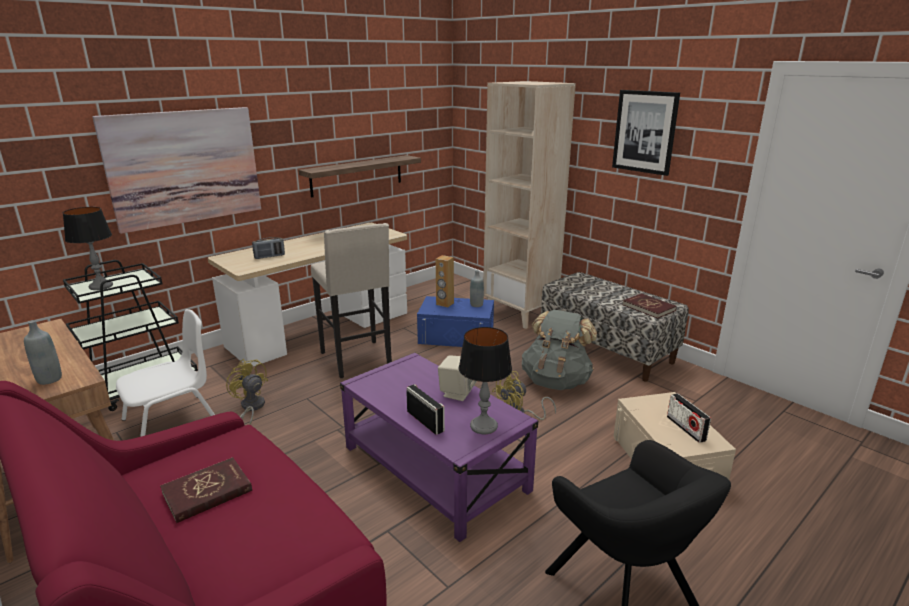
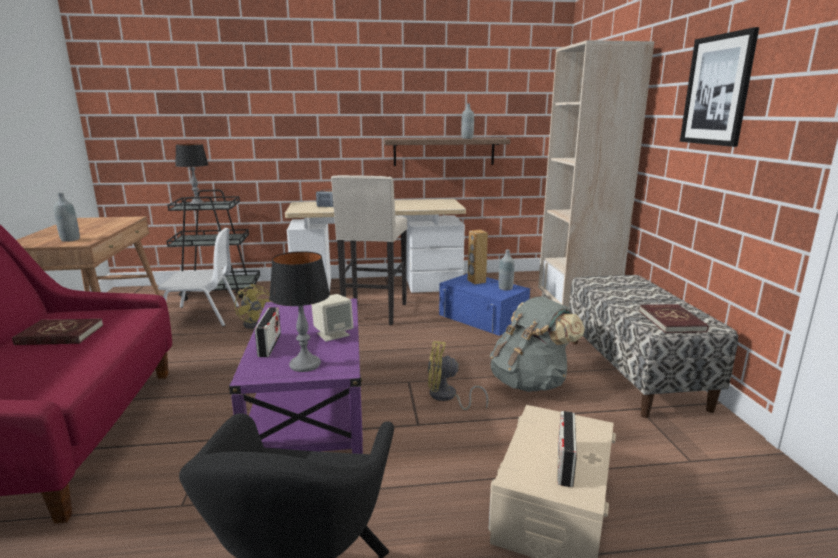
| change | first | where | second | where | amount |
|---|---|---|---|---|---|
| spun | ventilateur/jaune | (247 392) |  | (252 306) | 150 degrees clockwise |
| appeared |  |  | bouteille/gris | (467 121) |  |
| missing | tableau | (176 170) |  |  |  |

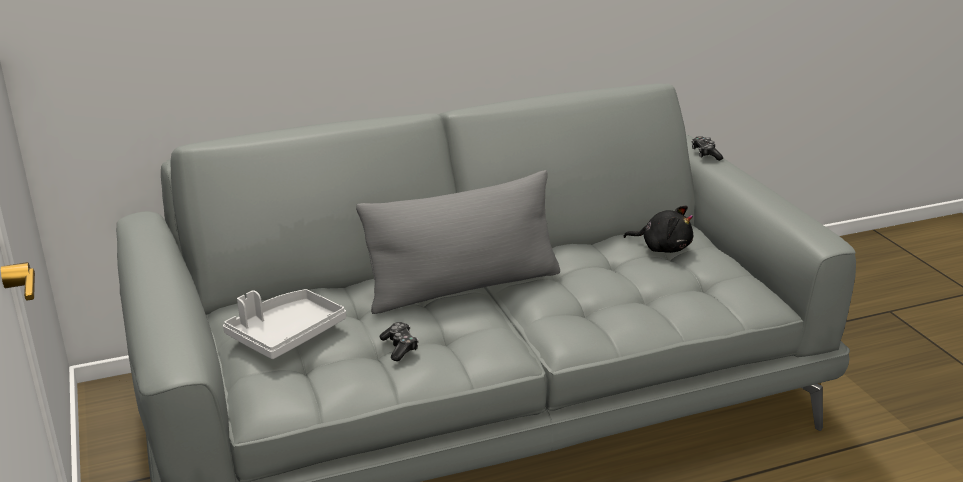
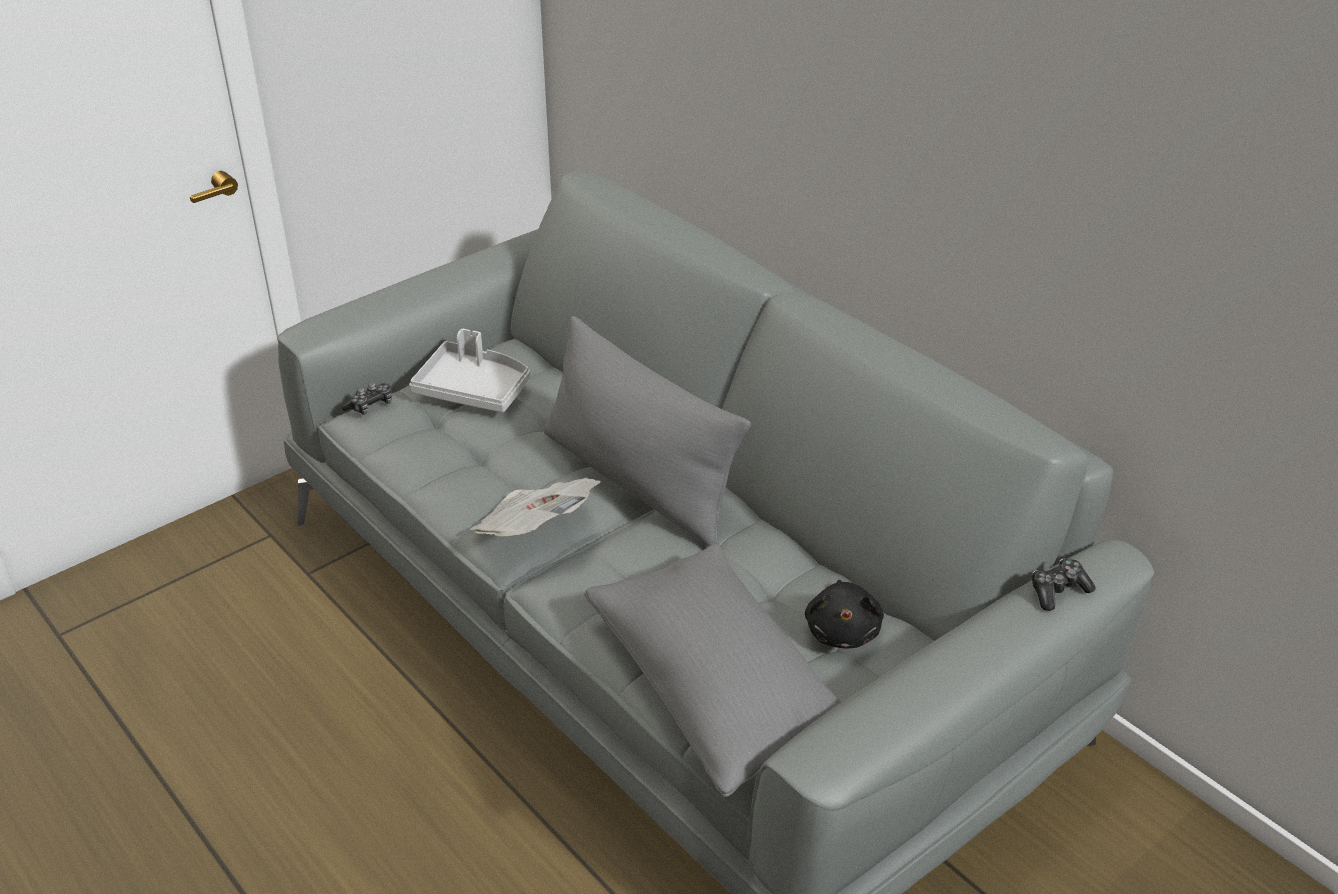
| change | first | where | second | where | amount |
|---|---|---|---|---|---|
| relocated | manette | (399 341) |  | (366 399) |  |
| appeared |  |  | journal | (535 507) |  |
| appeared |  |  | coussin/gris | (712 671) |  |

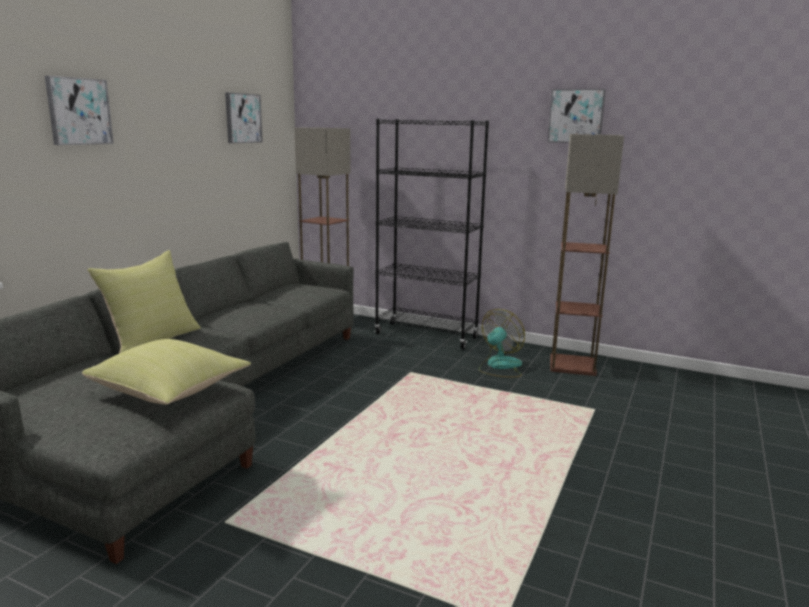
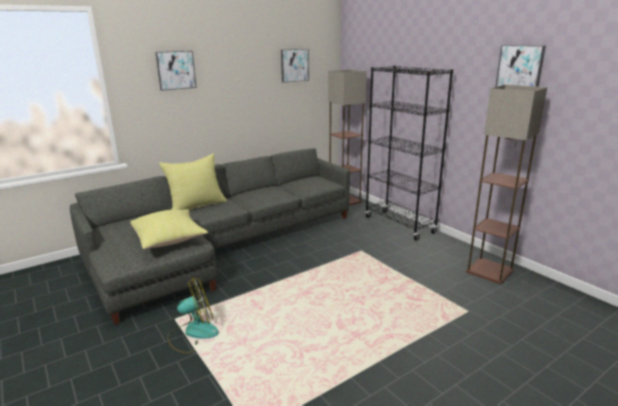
| change | first | where | second | where | amount |
|---|---|---|---|---|---|
| relocated | ventilateur | (502 343) |  | (193 316) |  |

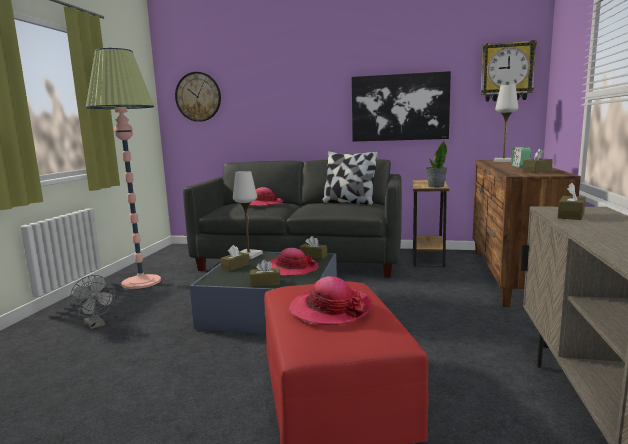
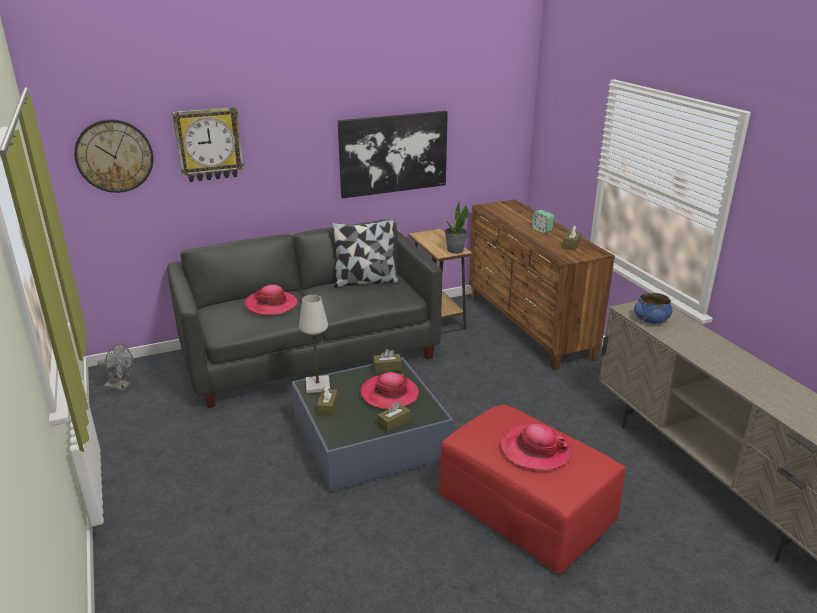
| change | first | where | second | where | amount |
|---|---|---|---|---|---|
| relocated | ventilateur/gris | (92 302) |  | (115 367) |  |
| relocated | horloge murale | (509 71) |  | (208 144) |  |
| exchanged | boîte à mouchoirs/marron | (571 201) | bol/bleu | (653 308) |  |
| missing | lampadaire | (123 168) |  |  |  |
| missing | lampe de table/blanc | (506 123) |  |  |  |

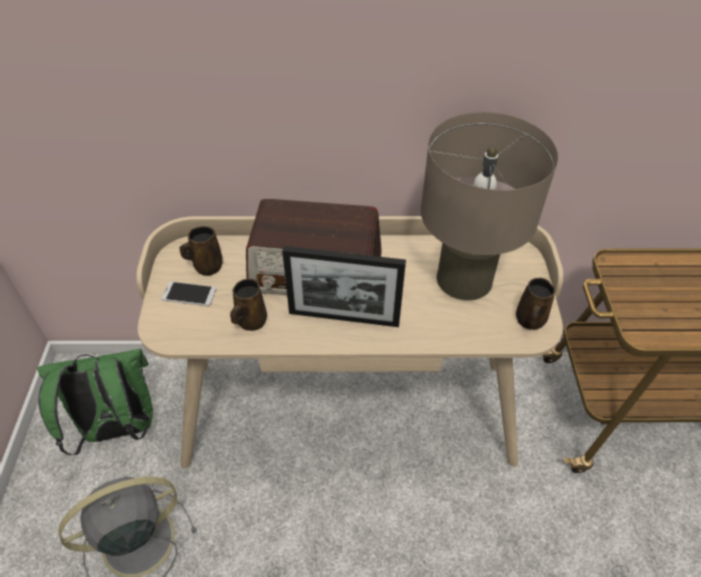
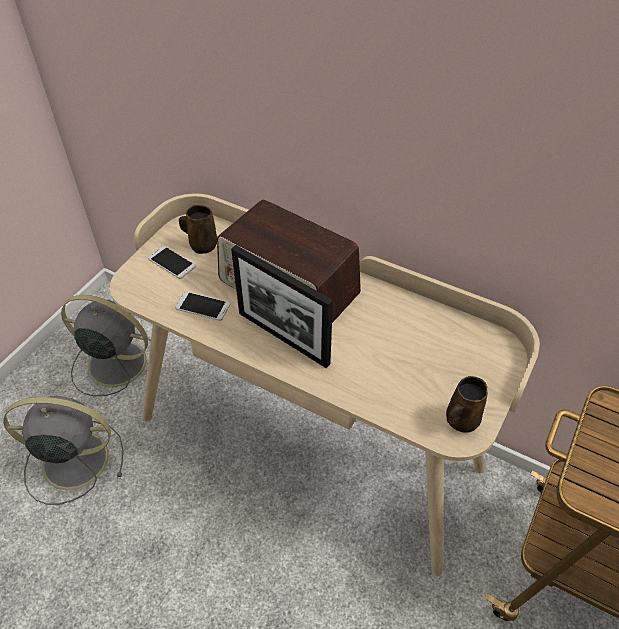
| change | first | where | second | where | amount |
|---|---|---|---|---|---|
| exchanged | sac à dos/vert | (95 402) | ventilateur/gris | (106 345) |  |
| exchanged | mug/marron | (248 305) | téléphone | (202 306) |  |
| missing | lampe de table/beige | (489 206) |  |  |  |

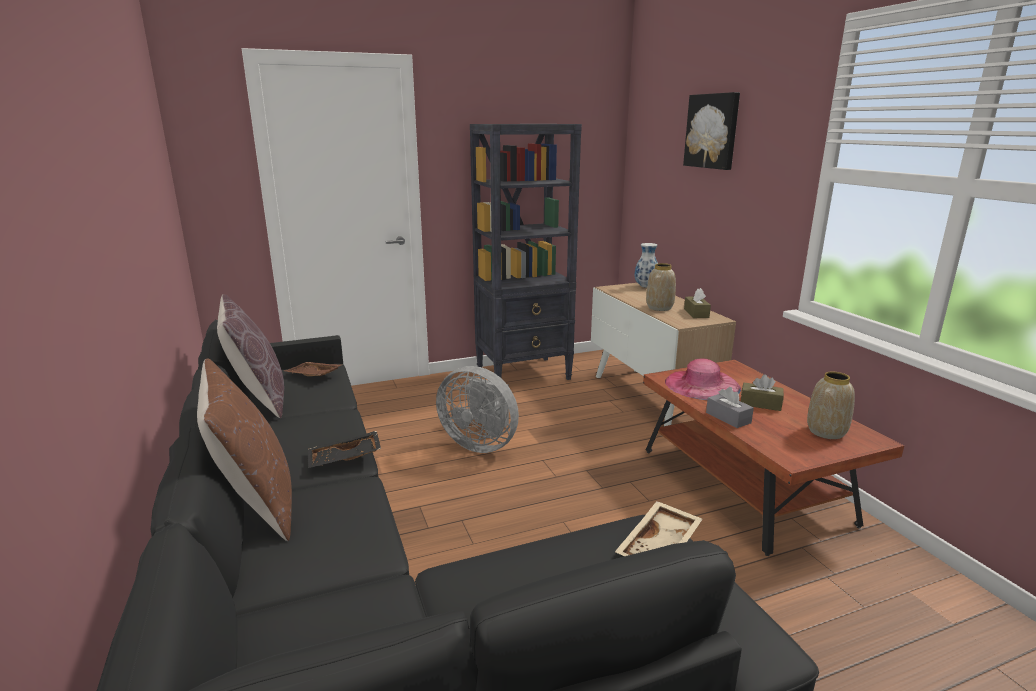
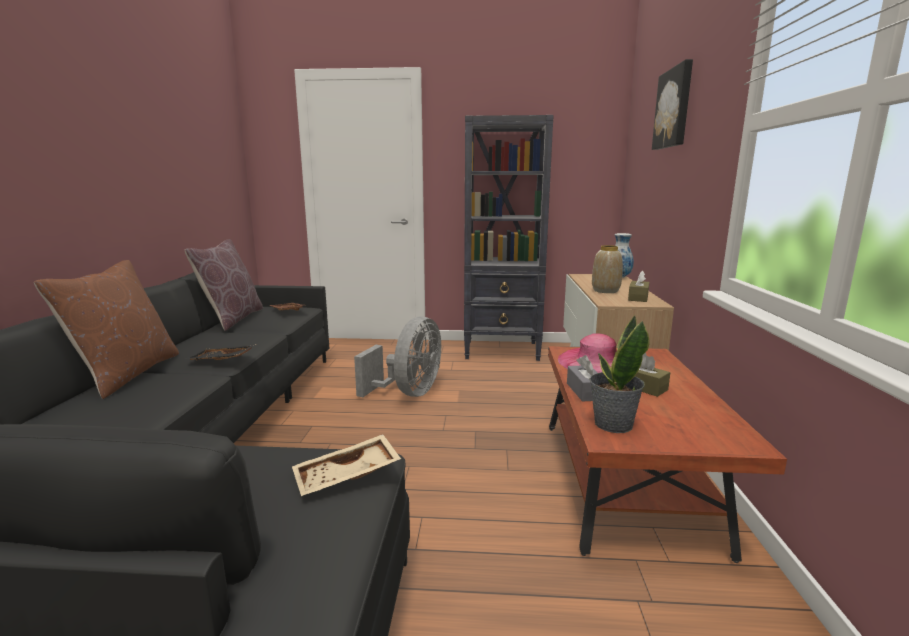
| change | first | where | second | where | amount |
|---|---|---|---|---|---|
| spun | ventilateur/gris | (477 409) |  | (397 357) | 120 degrees counterclockwise |
| appeared |  |  | plante en pot | (620 374) |  |
| missing | vase | (831 405) |  |  |  |

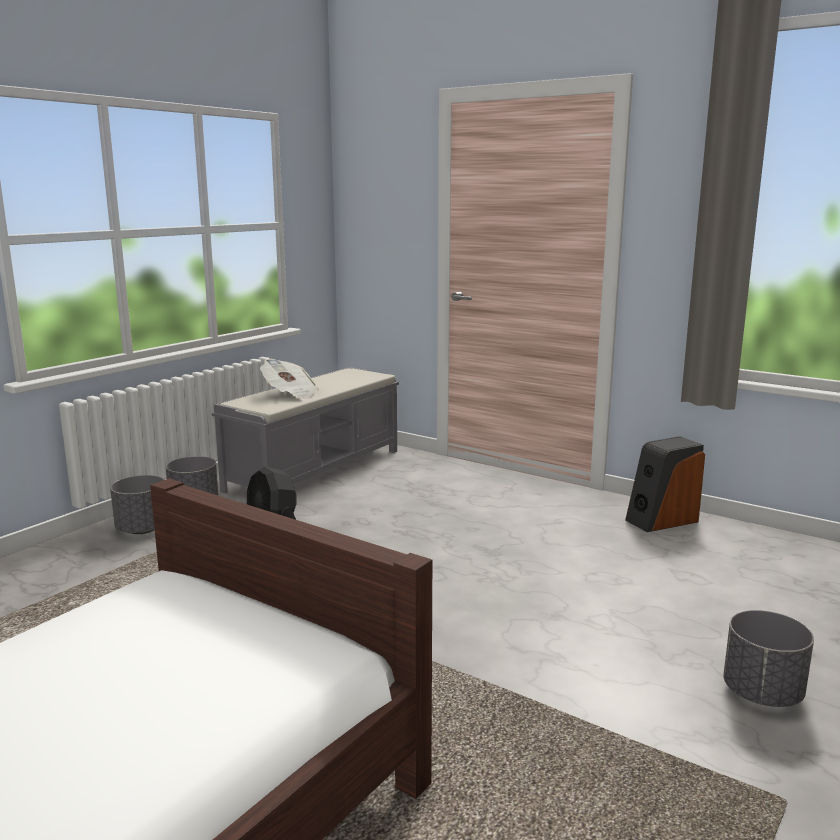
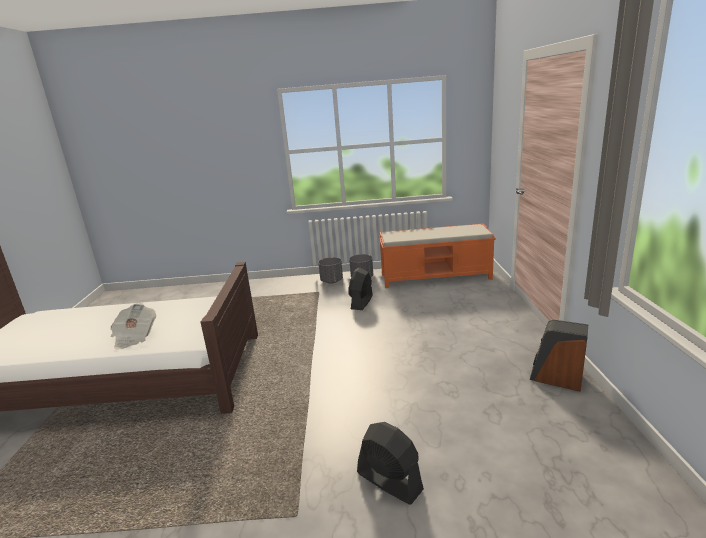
| change | first | where | second | where | amount |
|---|---|---|---|---|---|
| relocated | journal | (289 379) |  | (133 326) |  |
| exchanged | cache-pot/gris | (768 658) | ventilateur/noir | (390 463) |  |
| colour | banc/gris | (305 430) | banc/orange | (437 256) |  |

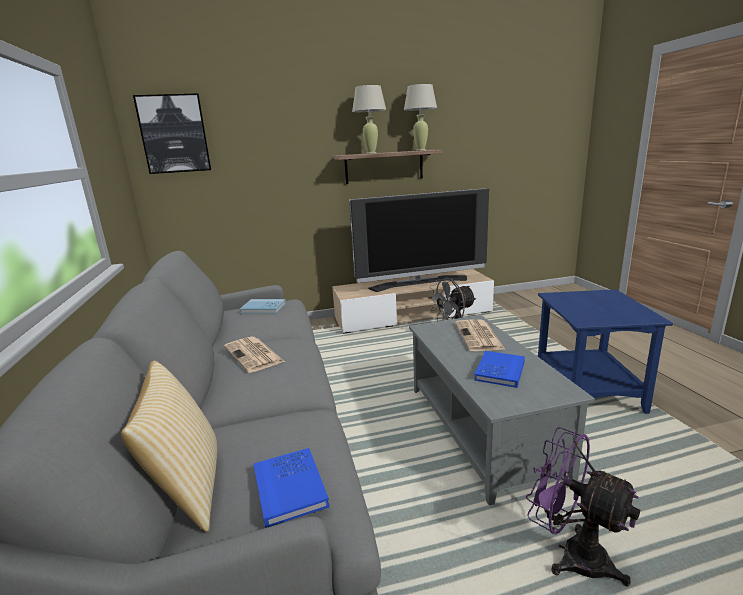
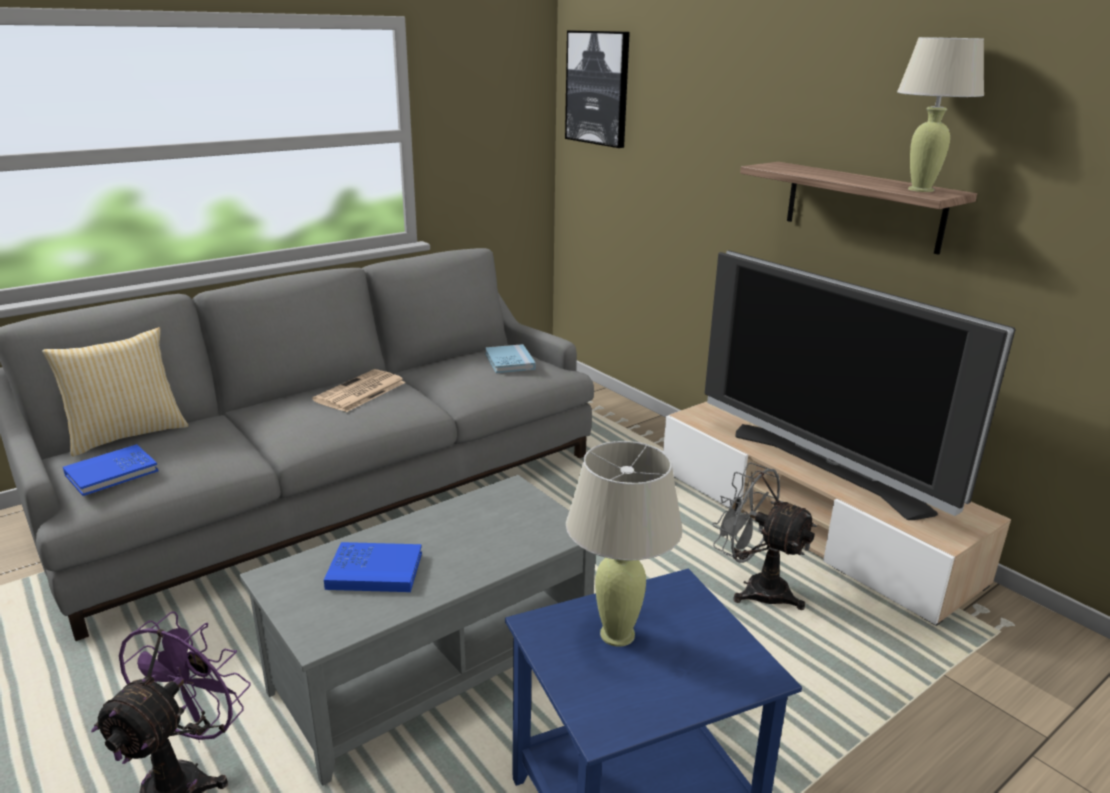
| change | first | where | second | where | amount |
|---|---|---|---|---|---|
| relocated | lampe de table/beige | (369 119) |  | (624 544) |  |
| missing | journal | (480 335) |  |  |  |

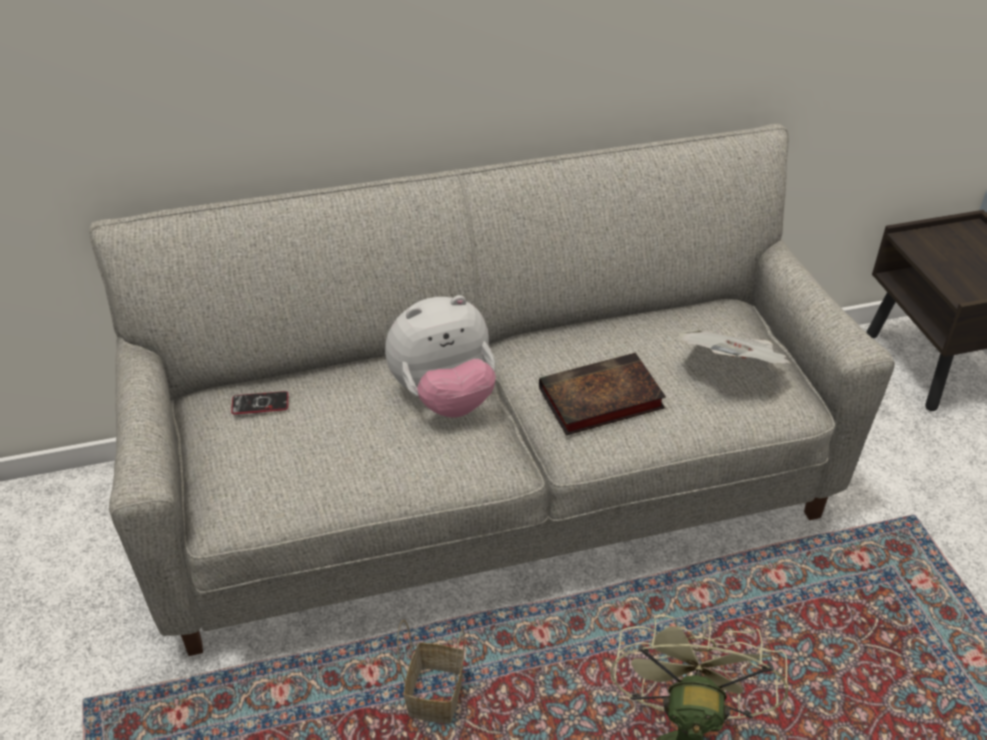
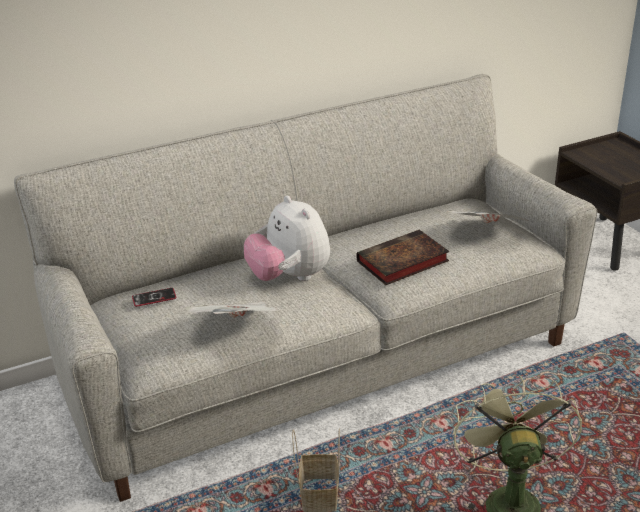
| change | first | where | second | where | amount |
|---|---|---|---|---|---|
| appeared |  |  | journal | (233 310) |  |
| spun | peluche | (440 356) |  | (287 238) | 90 degrees clockwise |

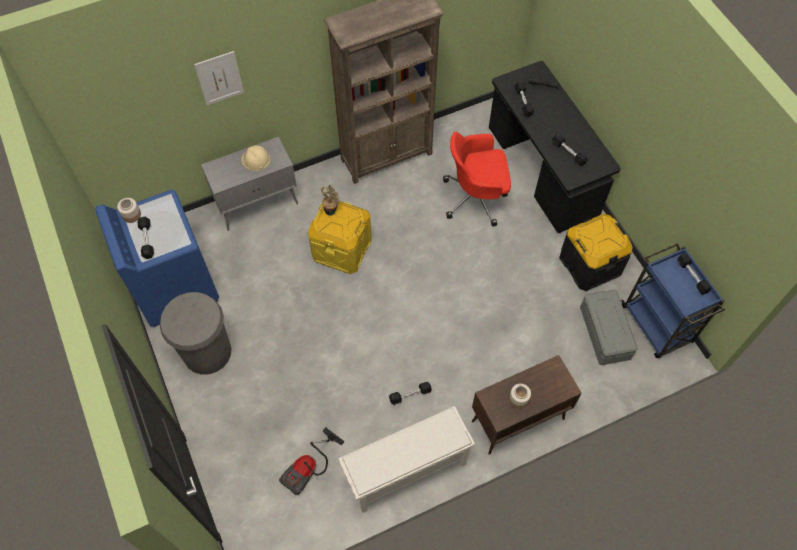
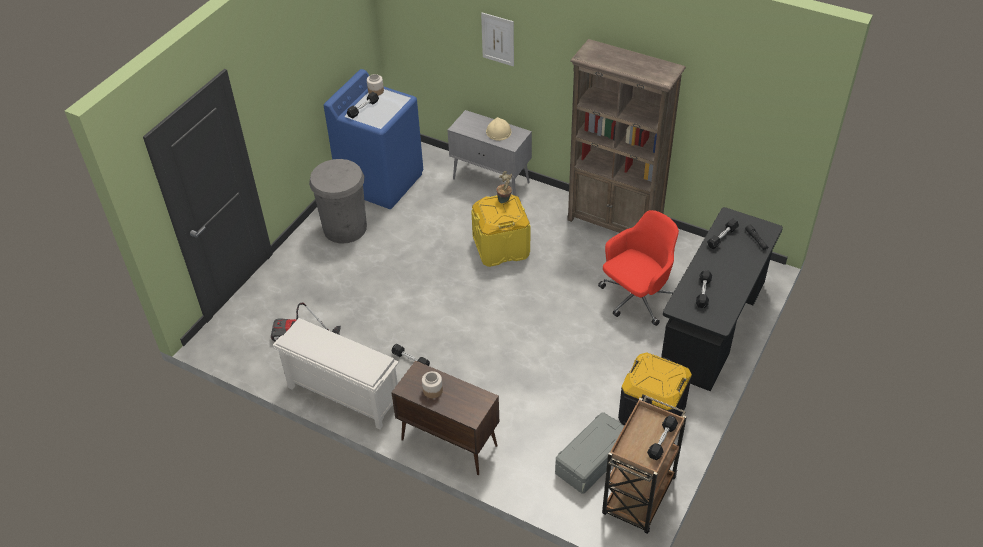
| change | first | where | second | where | amount |
|---|---|---|---|---|---|
| spun | chaise de bureau/rouge | (477 179) |  | (638 268) | 90 degrees clockwise |
| colour | chariot/bleu | (673 301) | chariot/marron | (644 464) |  |

